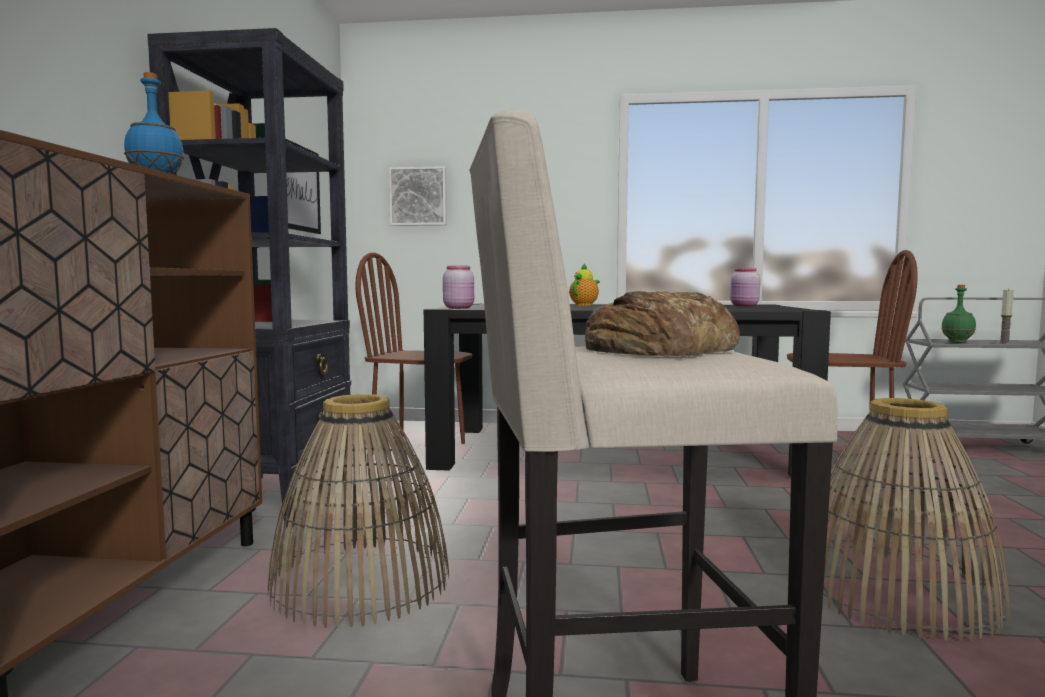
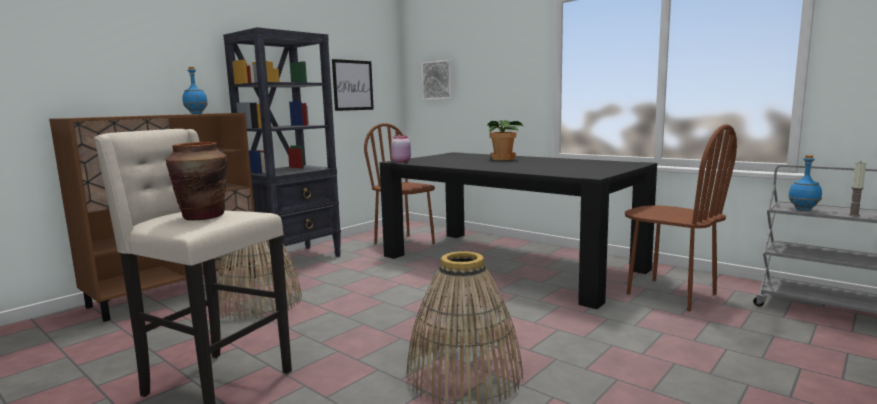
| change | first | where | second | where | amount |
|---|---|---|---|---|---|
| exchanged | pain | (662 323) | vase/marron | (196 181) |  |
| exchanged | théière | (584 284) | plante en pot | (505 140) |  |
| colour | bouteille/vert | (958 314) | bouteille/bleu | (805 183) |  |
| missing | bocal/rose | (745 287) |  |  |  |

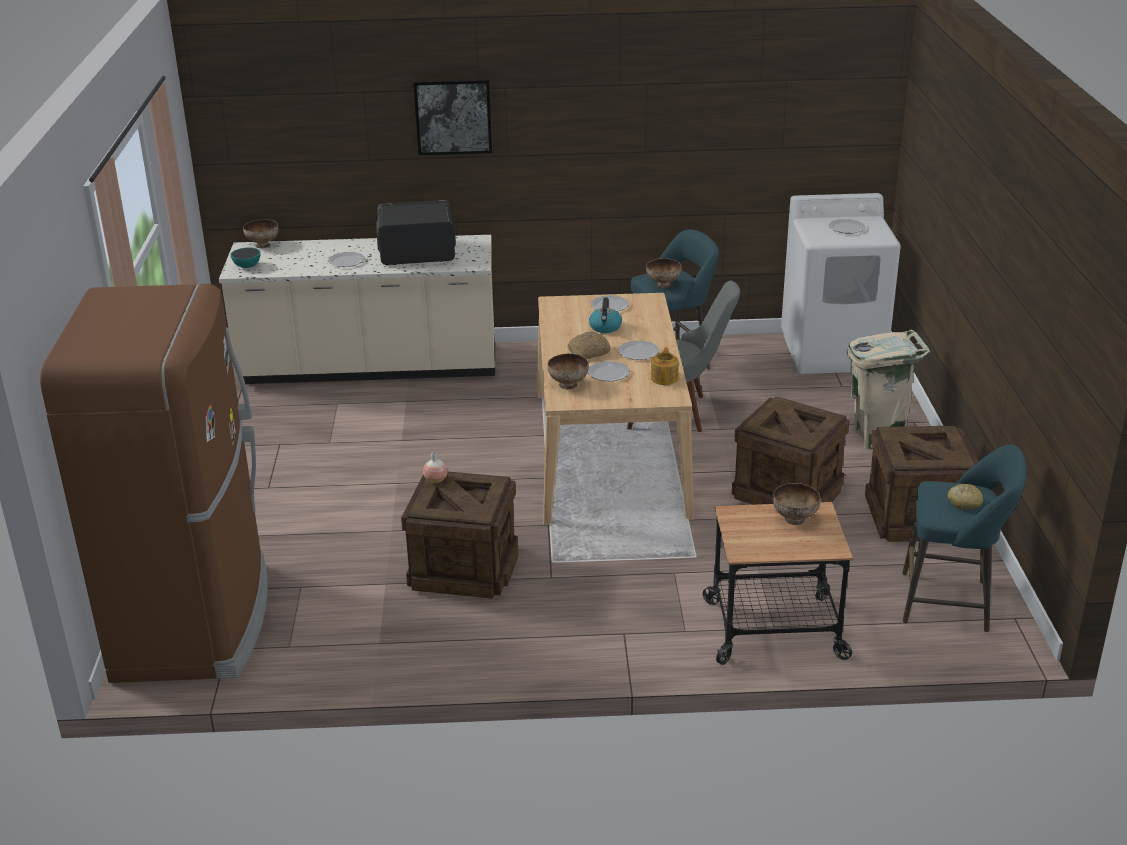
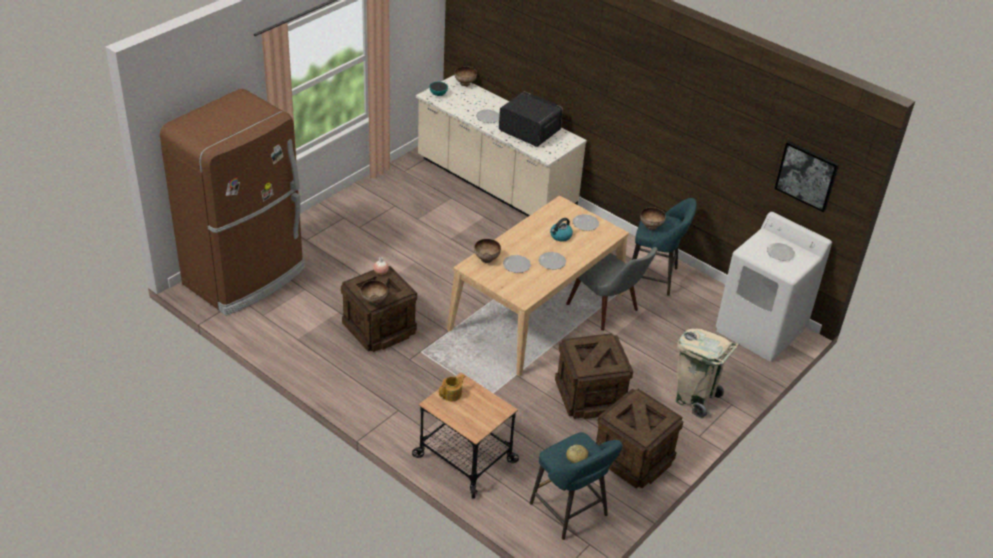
| change | first | where | second | where | amount |
|---|---|---|---|---|---|
| relocated | bol | (796 504) |  | (374 292) |  |
| relocated | théière | (665 366) |  | (452 387) |  |
| relocated | tableau | (452 117) |  | (807 176) |  |
| missing | pain | (589 345) |  |  |  |

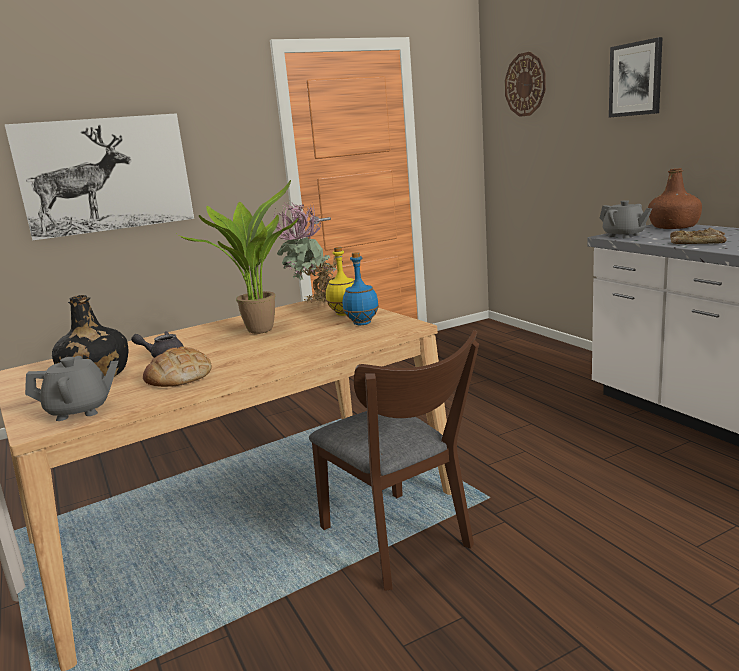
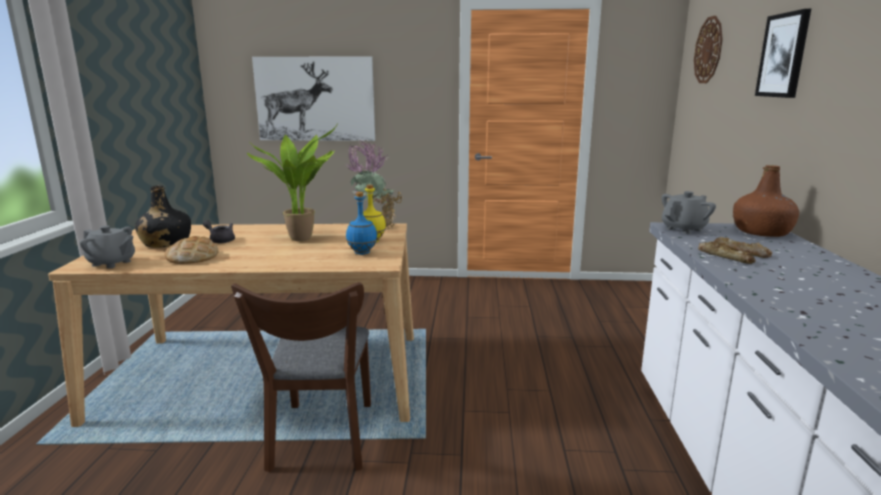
| change | first | where | second | where | amount |
|---|---|---|---|---|---|
| spun | théière/gris | (626 219) |  | (689 212) | 120 degrees counterclockwise |

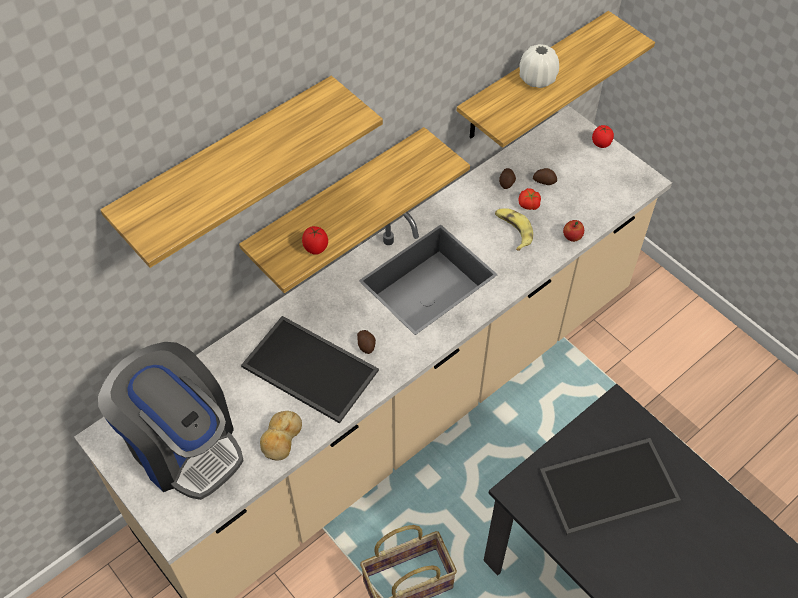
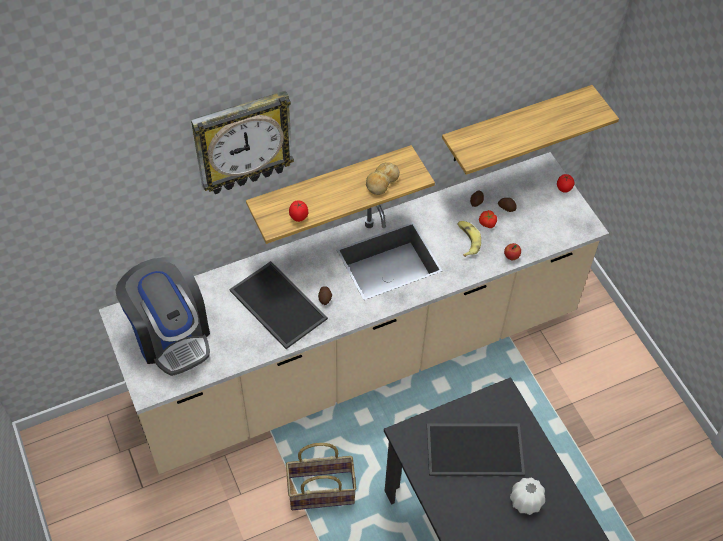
| change | first | where | second | where | amount |
|---|---|---|---|---|---|
| exchanged | étagère | (241 172) | horloge murale | (242 142) |  |
| relocated | pain | (281 435) |  | (383 178) |  |
| relocated | vase/blanc | (539 66) |  | (527 496) |  |

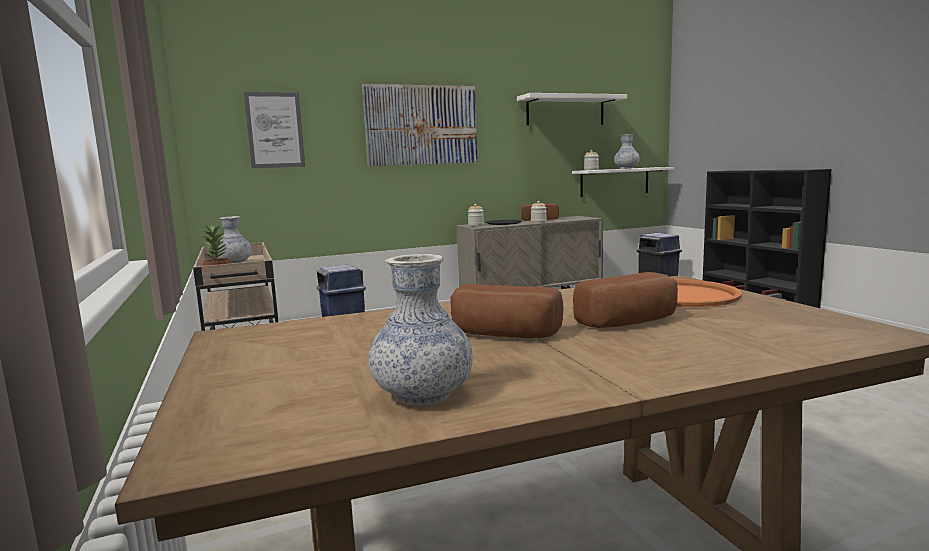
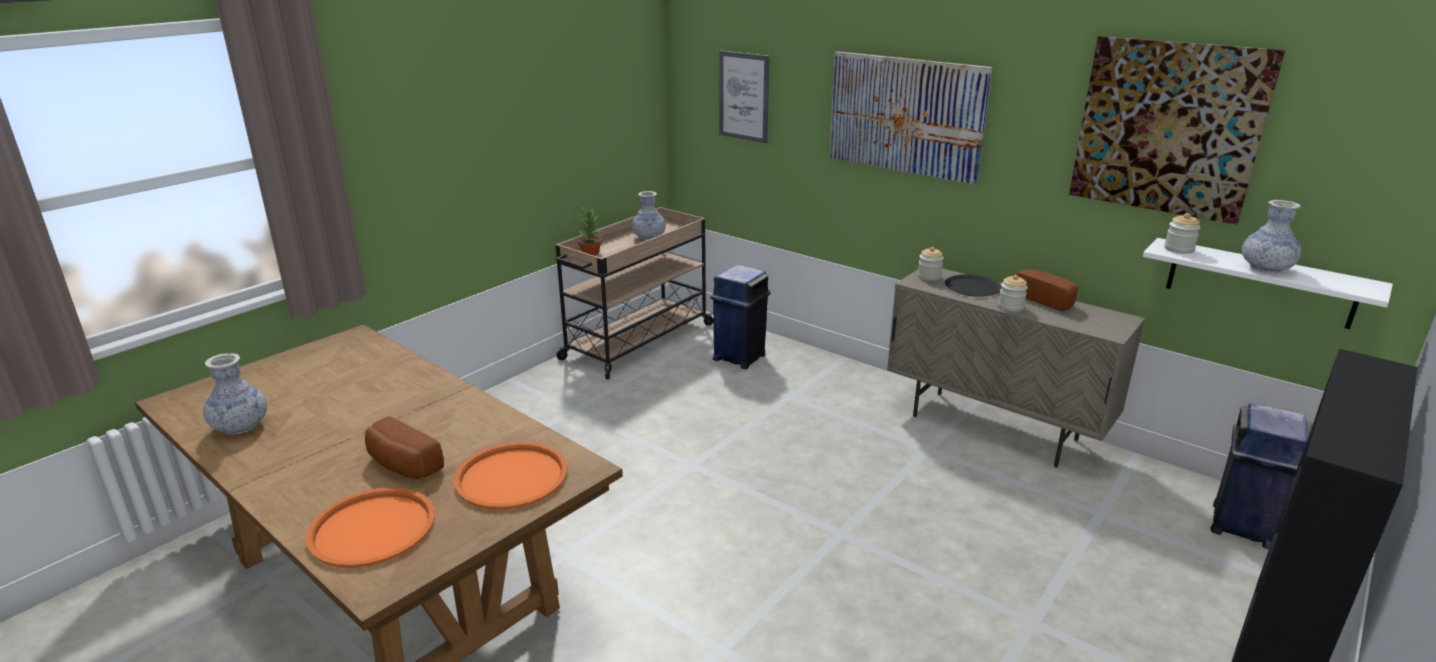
| change | first | where | second | where | amount |
|---|---|---|---|---|---|
| appeared |  |  | plateau/orange | (370 528) |  |
| exchanged | étagère/blanc | (572 109) | tableau | (1177 130) |  |
| missing | pain | (506 311) |  |  |  |

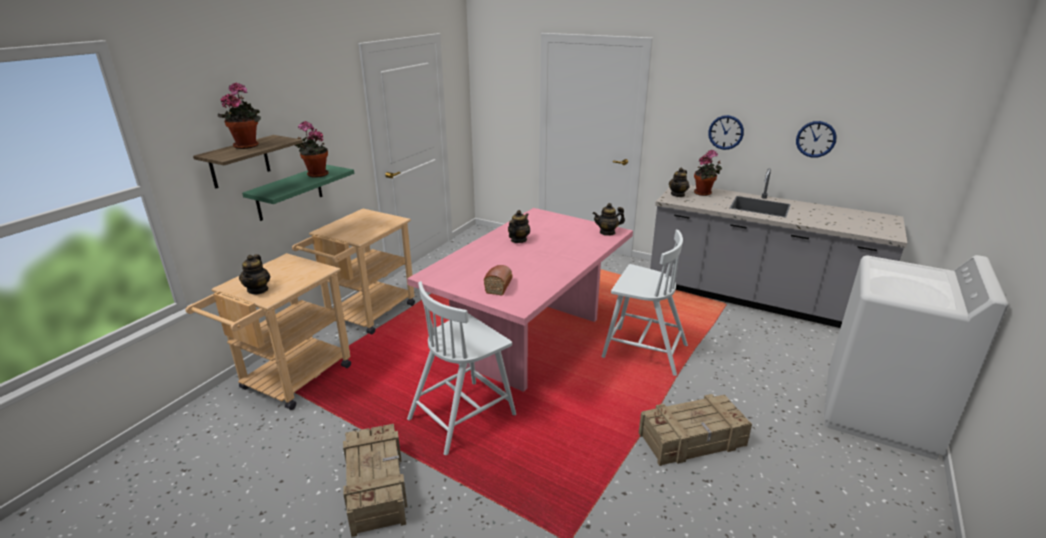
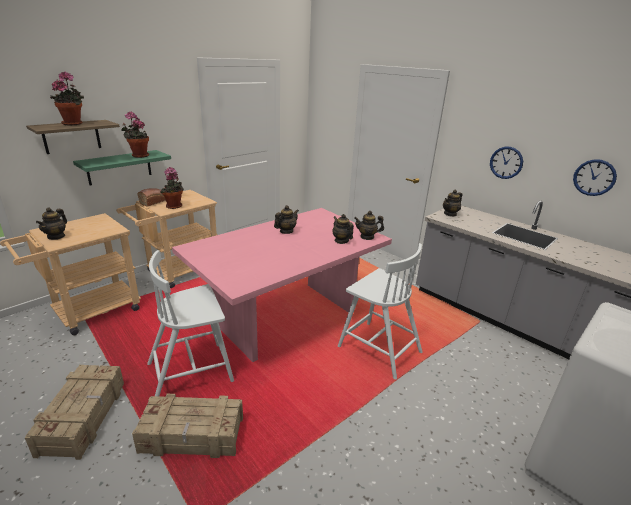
| change | first | where | second | where | amount |
|---|---|---|---|---|---|
| relocated | caisse | (695 430) |  | (187 426) |  |
| relocated | pain | (498 280) |  | (151 197) |  |
| relocated | plante en pot | (708 173) |  | (172 188) |  |
| appeared |  |  | théière | (343 229) |  |

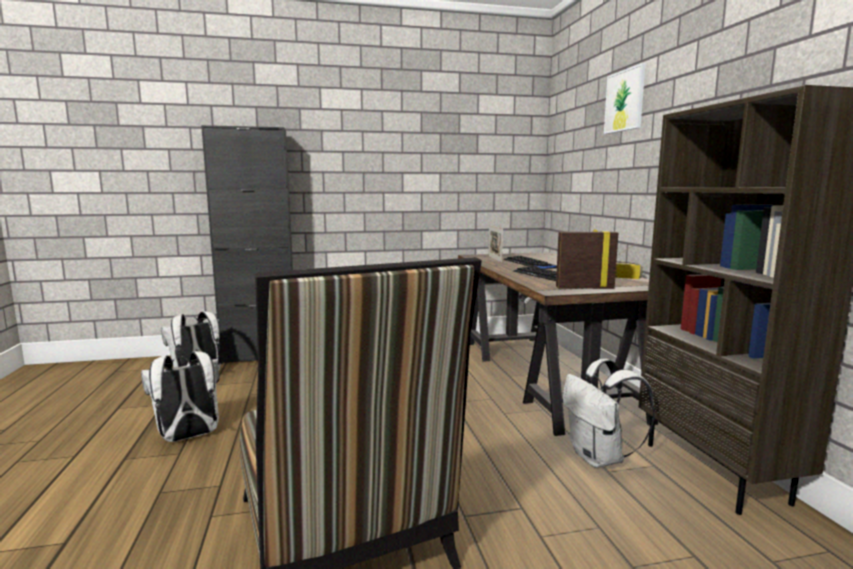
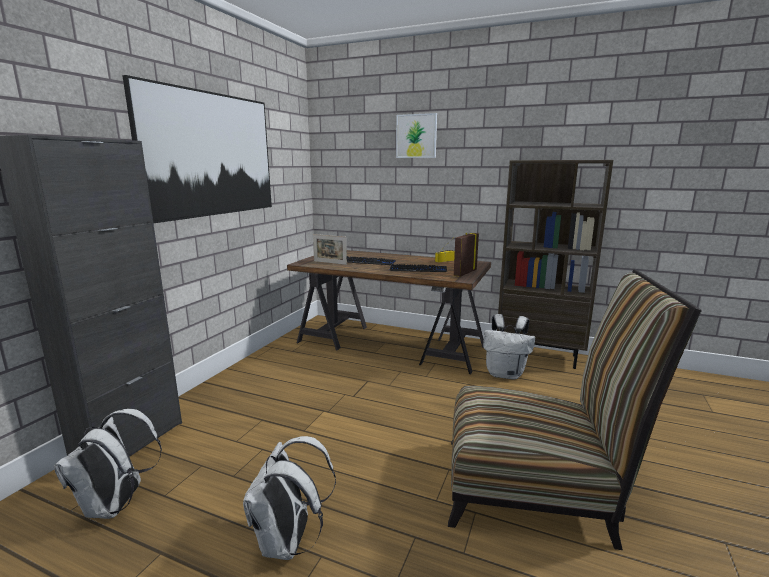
| change | first | where | second | where | amount |
|---|---|---|---|---|---|
| appeared |  |  | tableau | (197 149) |  |

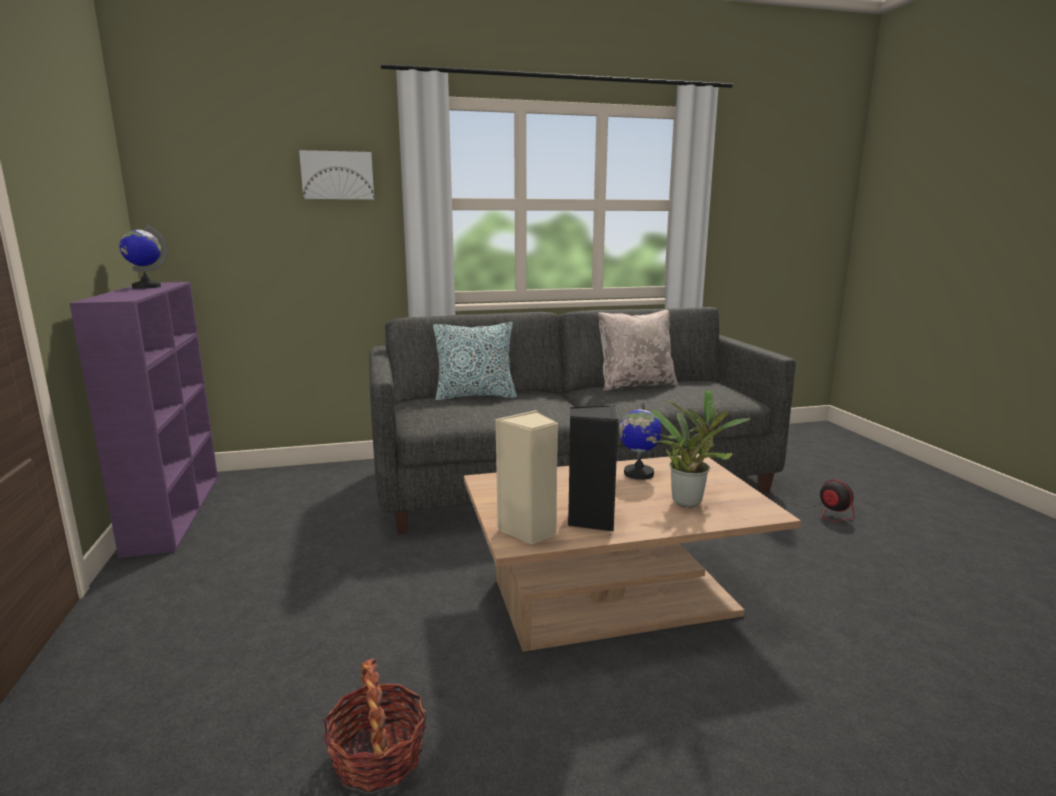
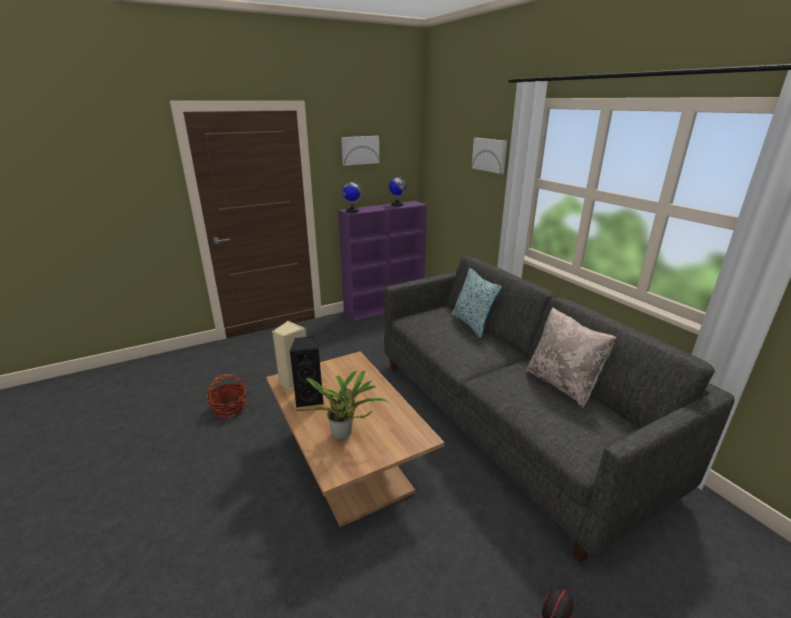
| change | first | where | second | where | amount |
|---|---|---|---|---|---|
| appeared |  |  | tableau | (360 151) |  |
| relocated | globe | (640 441) |  | (352 196) |  |

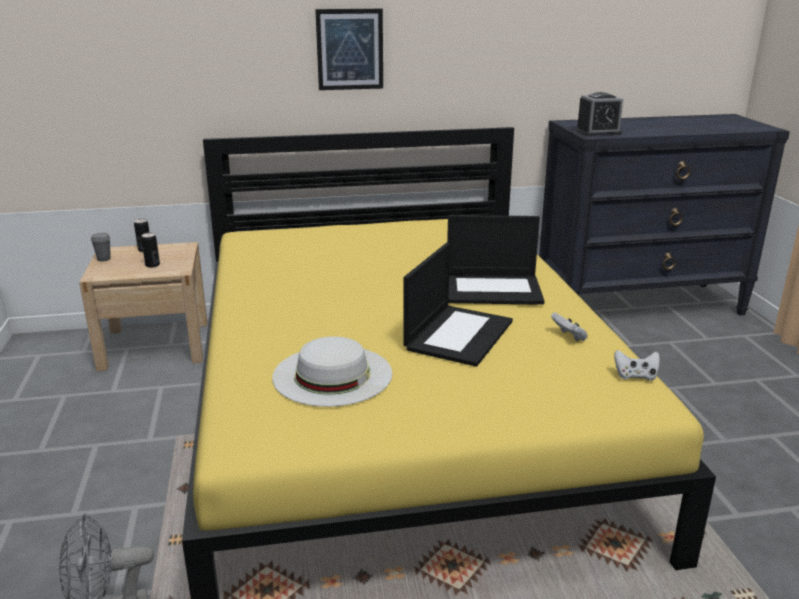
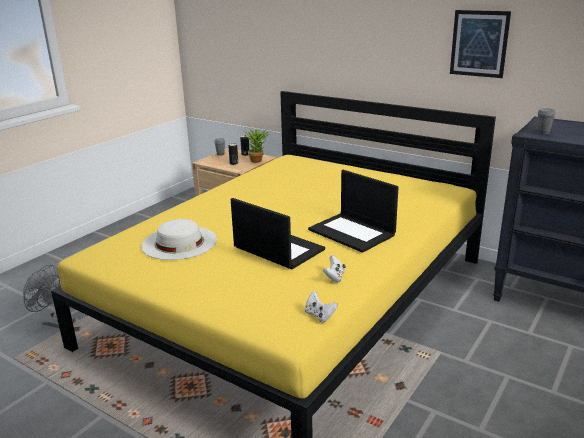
| change | first | where | second | where | amount |
|---|---|---|---|---|---|
| spun | ordinateur portable | (458 305) |  | (278 233) | 120 degrees counterclockwise |
| appeared |  |  | plante en pot | (256 146) |  |
| relocated | tableau | (349 49) |  | (480 44) |  |
| exchanged | réveil | (599 114) | tasse/gris | (546 121) |  |

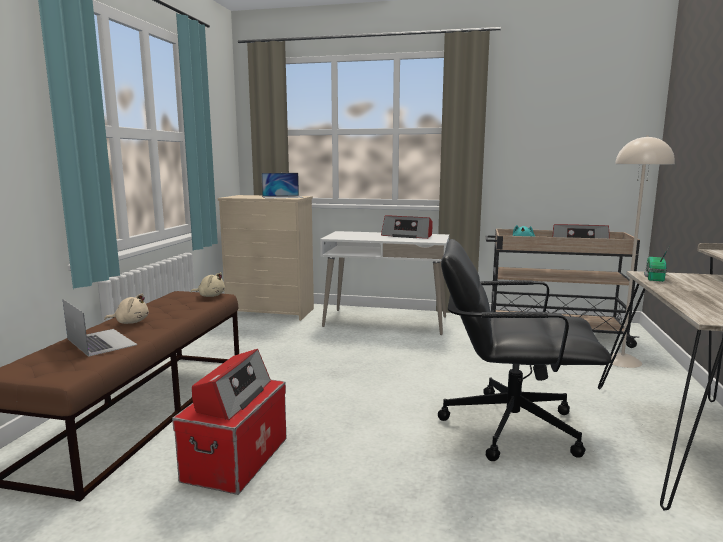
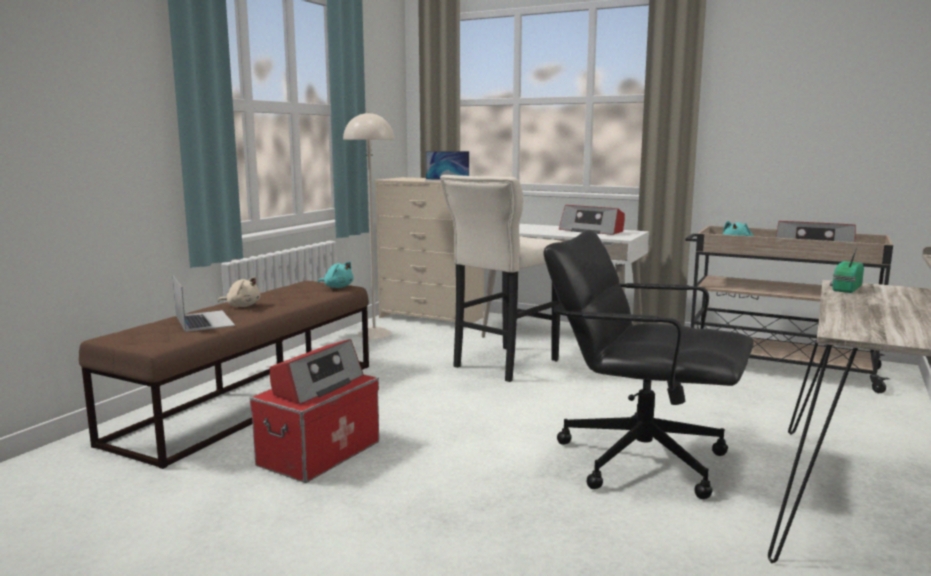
| change | first | where | second | where | amount |
|---|---|---|---|---|---|
| colour | peluche/beige | (207 284) | peluche/turquoise | (336 274) |  |
| relocated | lampadaire/beige | (642 251) |  | (368 225) |  |
| appeared |  |  | tabouret/beige | (501 278) |  |

